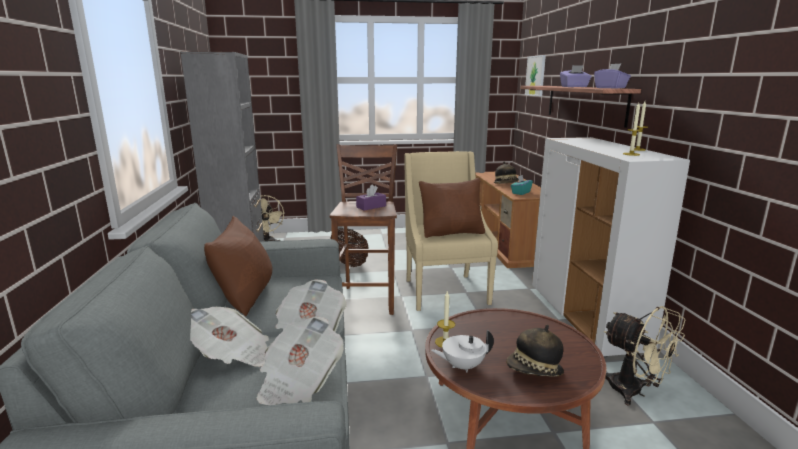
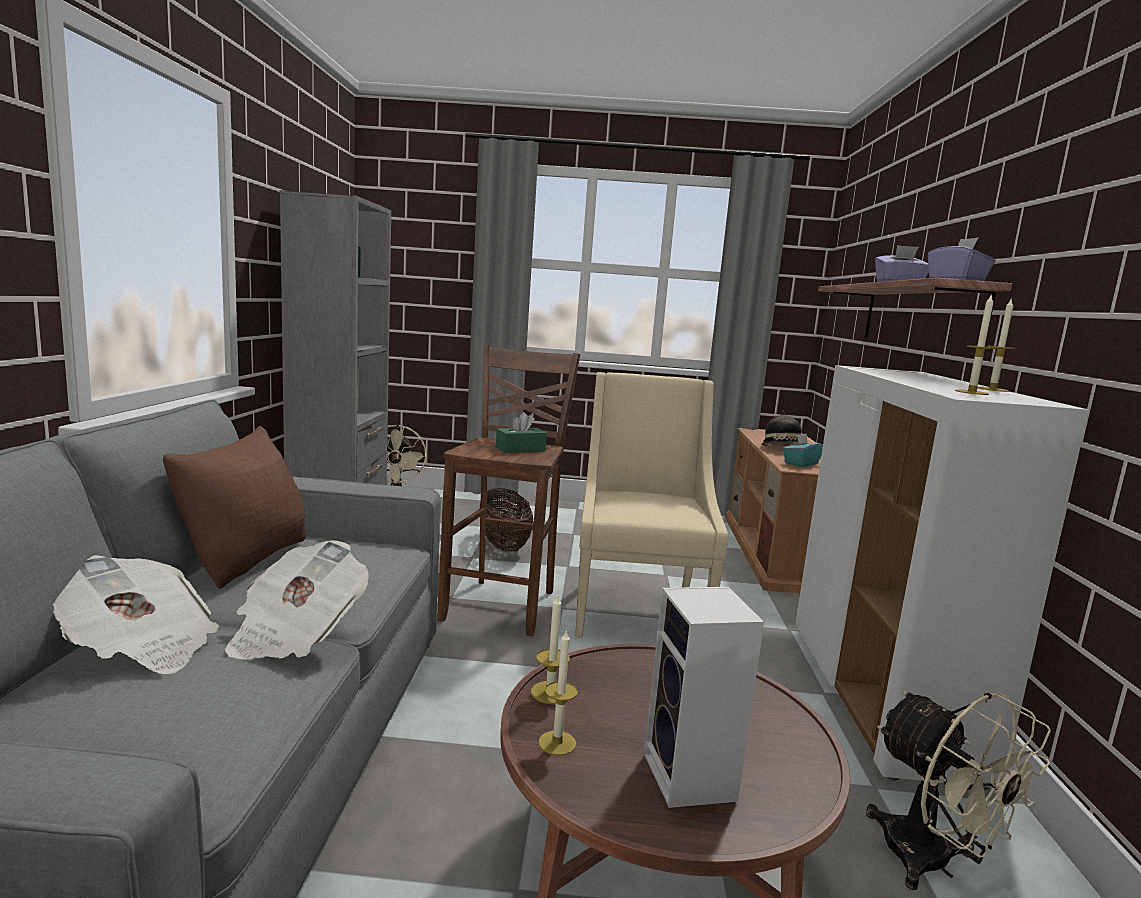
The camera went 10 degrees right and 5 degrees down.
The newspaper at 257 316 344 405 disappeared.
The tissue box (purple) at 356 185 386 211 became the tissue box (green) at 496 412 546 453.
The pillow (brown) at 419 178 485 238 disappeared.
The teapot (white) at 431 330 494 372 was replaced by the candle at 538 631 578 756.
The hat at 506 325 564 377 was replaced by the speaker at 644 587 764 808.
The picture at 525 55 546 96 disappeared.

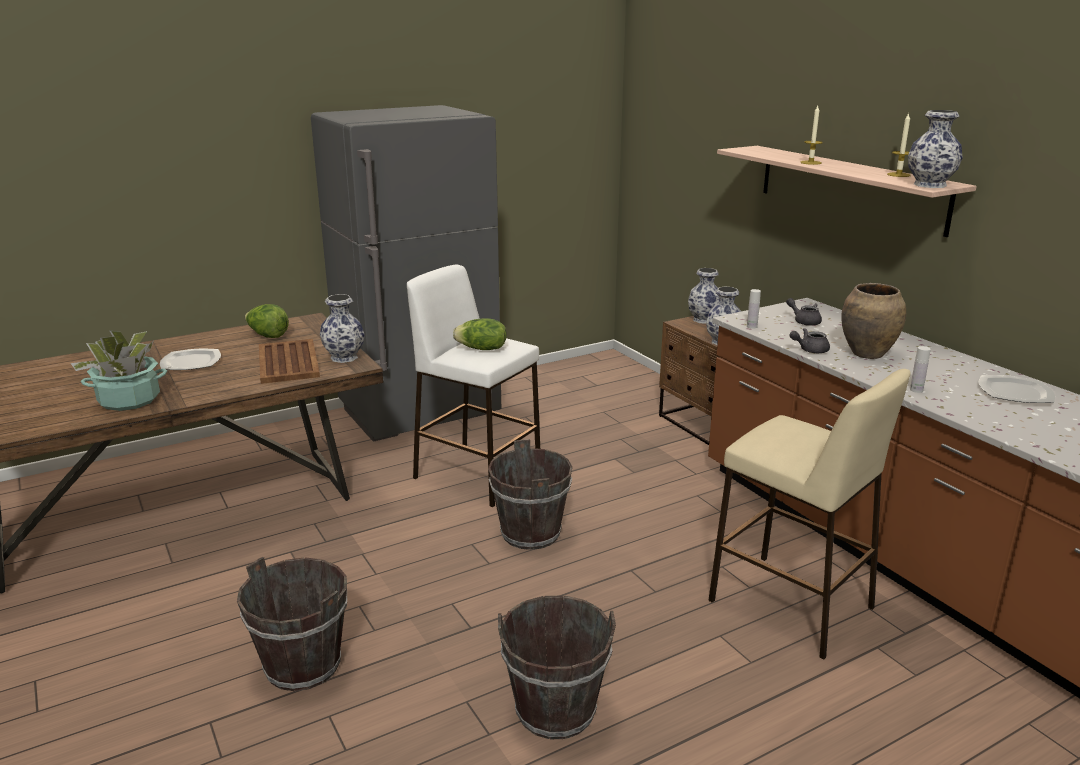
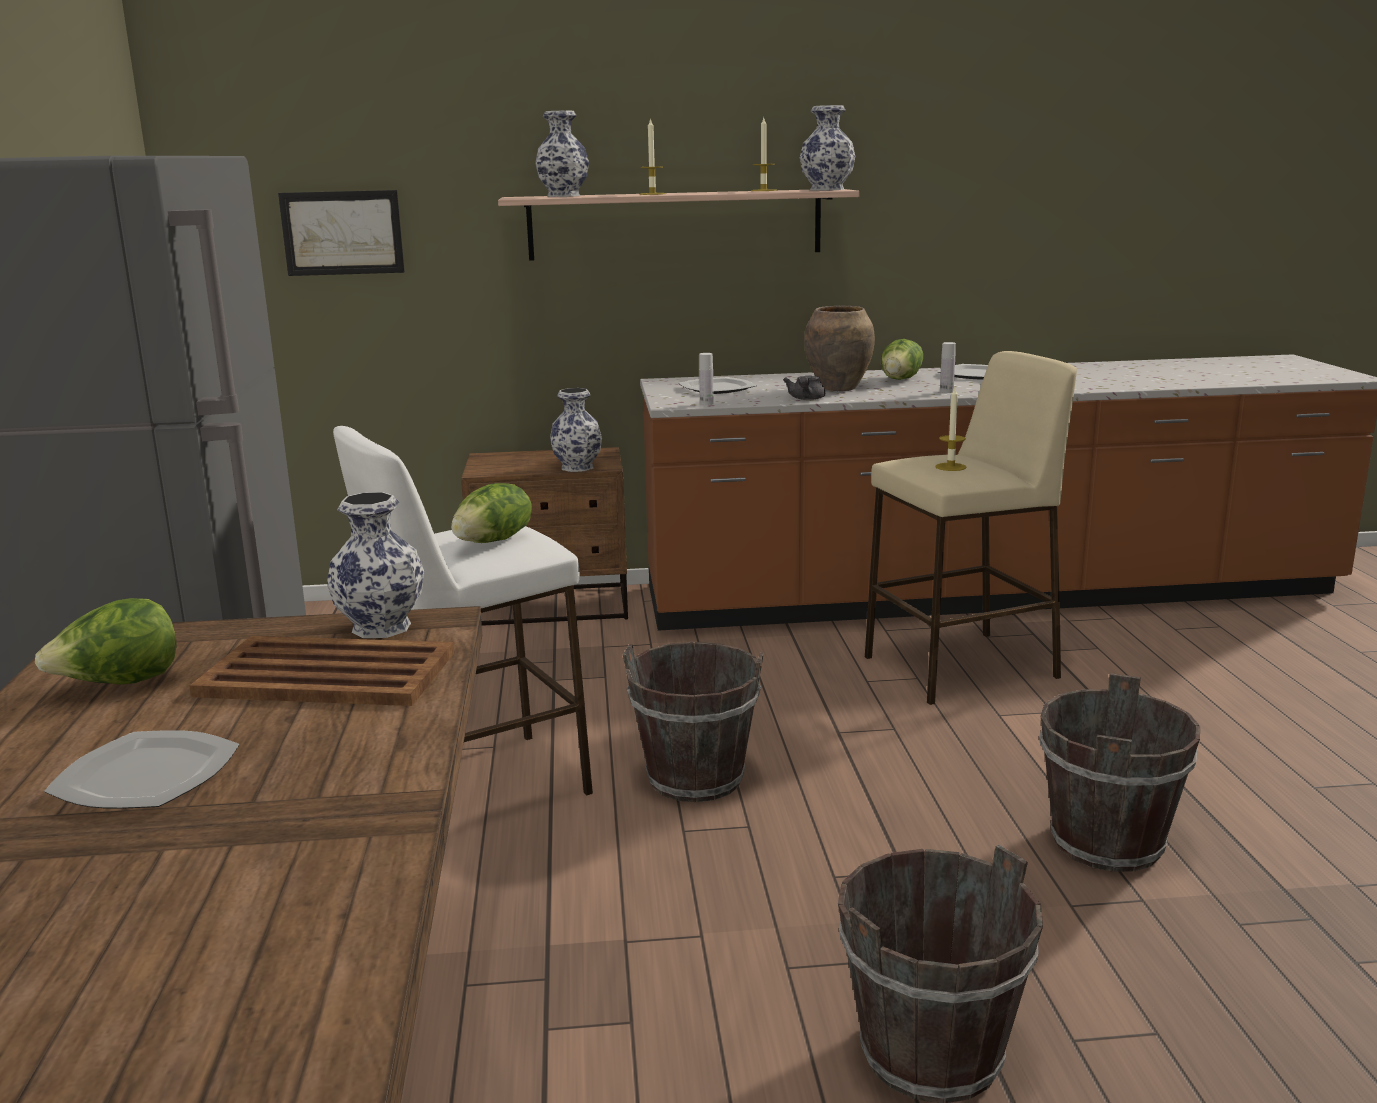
The camera went 65 degrees left and 5 degrees down.
The potted plant at 71 331 167 411 disappeared.
The vase moved from 688 268 719 324 to 535 111 589 197.
The teapot (grey) at 786 298 822 326 was replaced by the plate at 679 377 757 394.
The picture at 278 190 405 276 appeared.
The lettuce at 881 339 923 380 appeared.
The candle at 935 388 967 471 appeared.

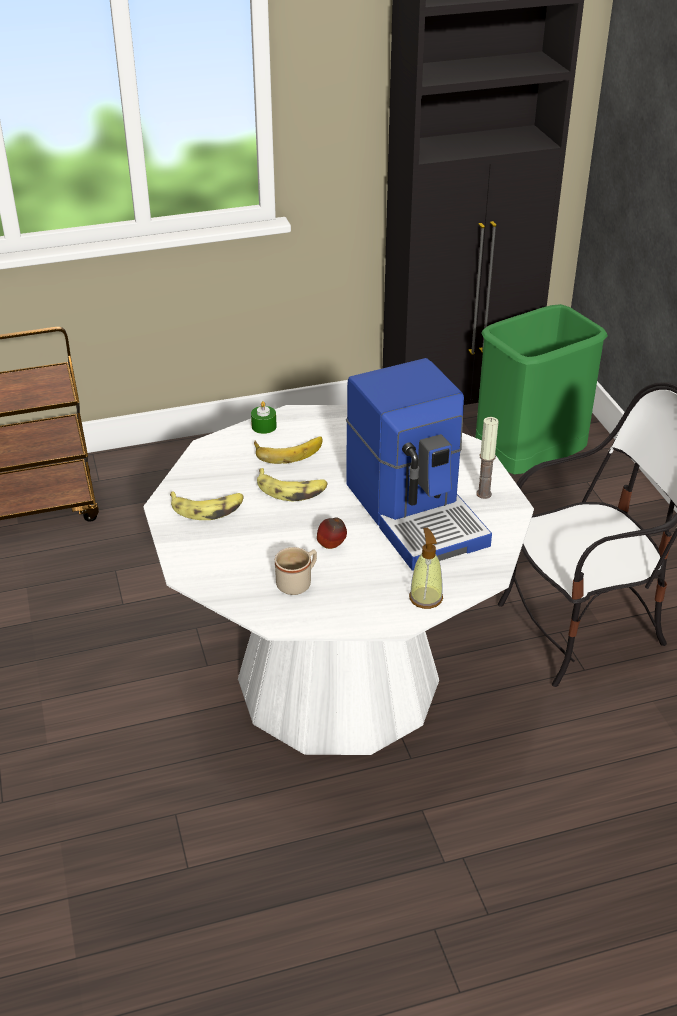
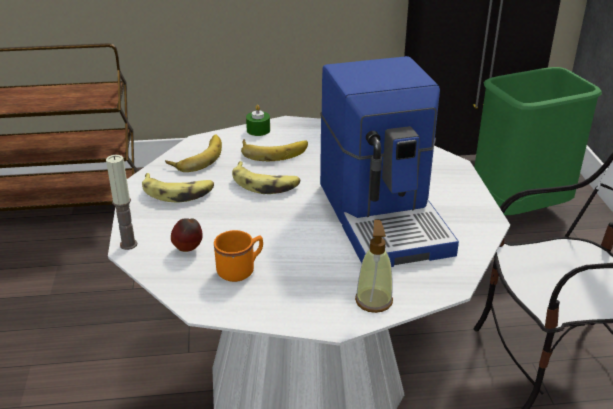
The camera went 10 degrees right and 5 degrees down.
The mug (beige) at 275 547 317 595 became the mug (orange) at 214 230 263 282.
The apple moved from 317 517 347 549 to 171 218 203 252.
The candle moved from 476 417 499 499 to 106 155 137 250.
The banana at 165 134 222 172 appeared.

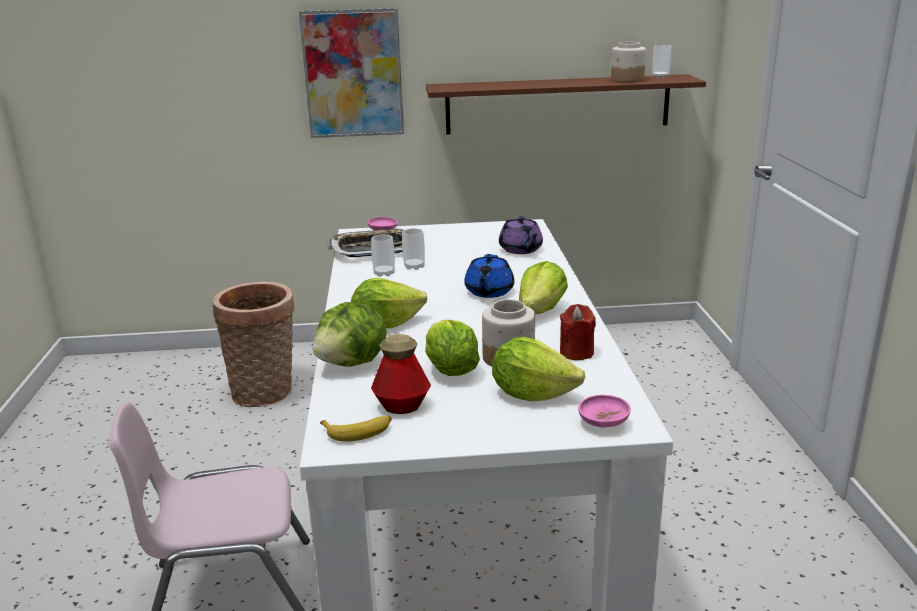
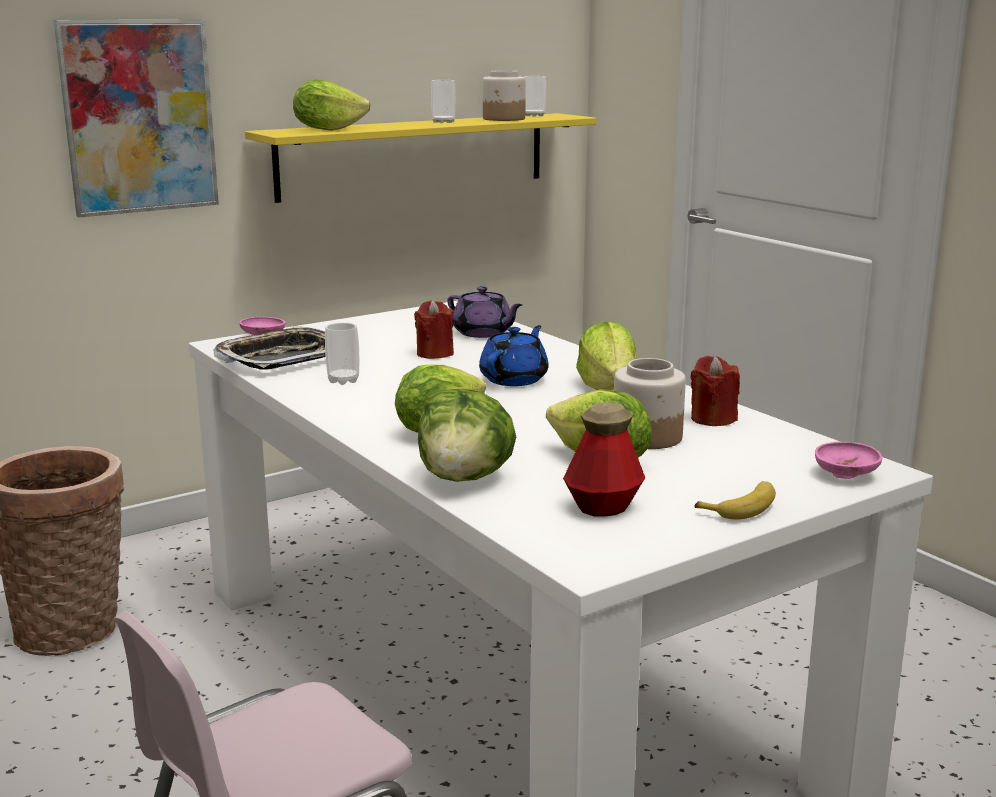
The camera went 30 degrees left and 5 degrees down.
The banana moved from 320 416 392 442 to 694 481 776 520.
The cup moved from 402 228 425 270 to 431 80 455 123.
The shelf (brown) at 426 74 706 135 became the shelf (yellow) at 245 113 597 203.
The teapot (blue) at 464 254 514 298 turned 135 degrees counterclockwise.
The lettuce moved from 492 337 585 401 to 293 80 371 131.
The candle (red) at 414 300 454 359 appeared.

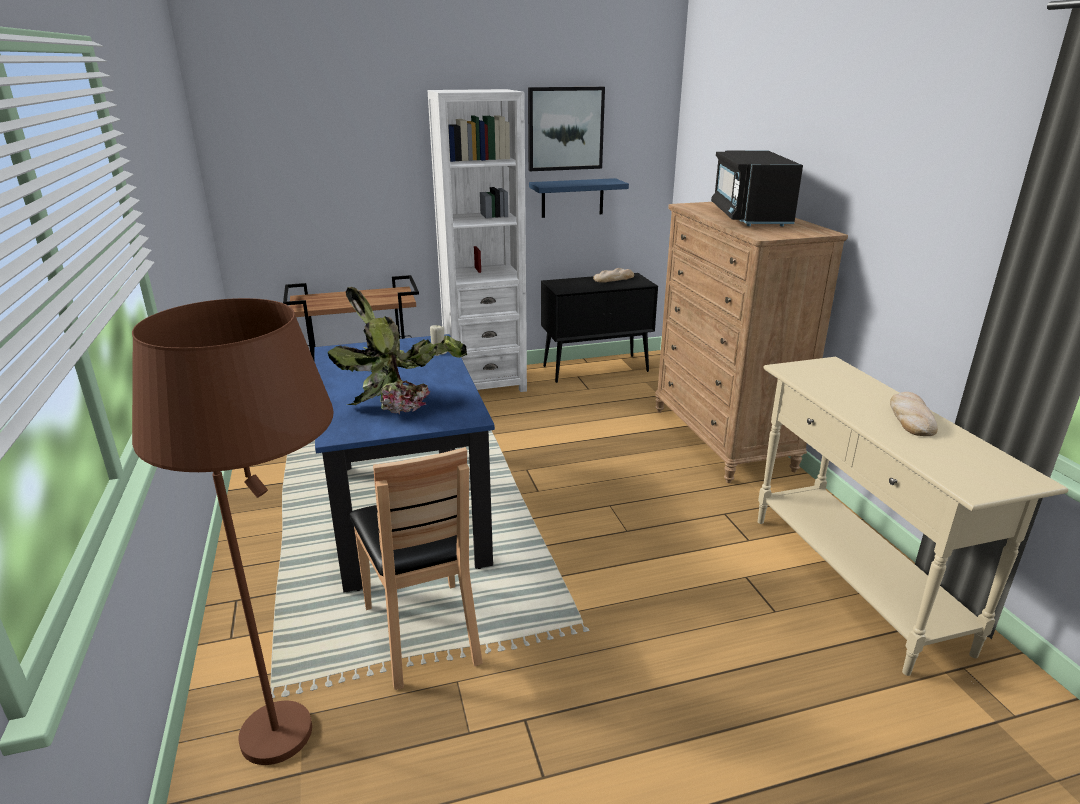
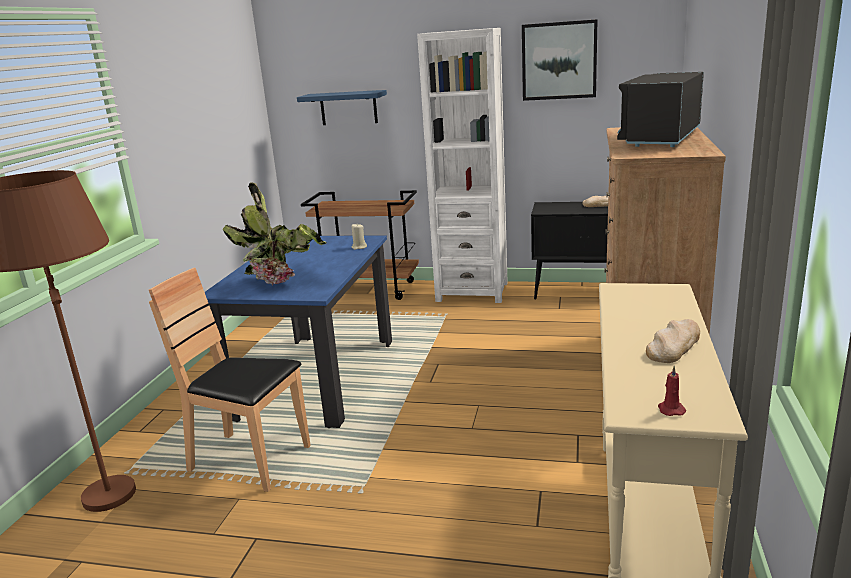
The camera went 30 degrees right and 5 degrees down.
The chair (brown) at 349 447 483 690 turned 105 degrees clockwise.
The shelf (blue) moved from 529 178 629 218 to 297 90 387 125.
The candle (red) at 658 366 686 416 appeared.

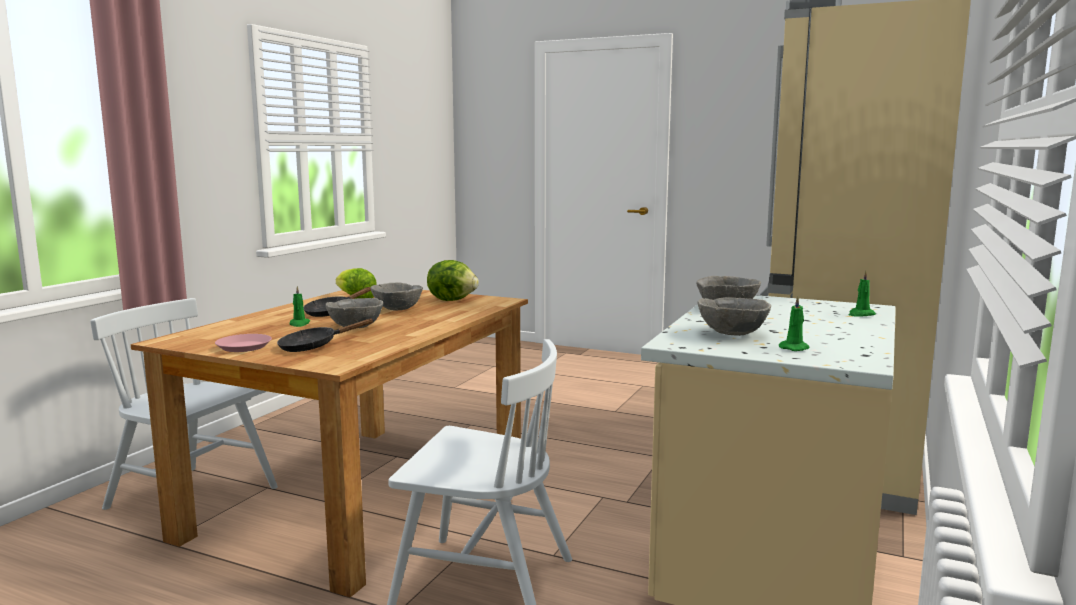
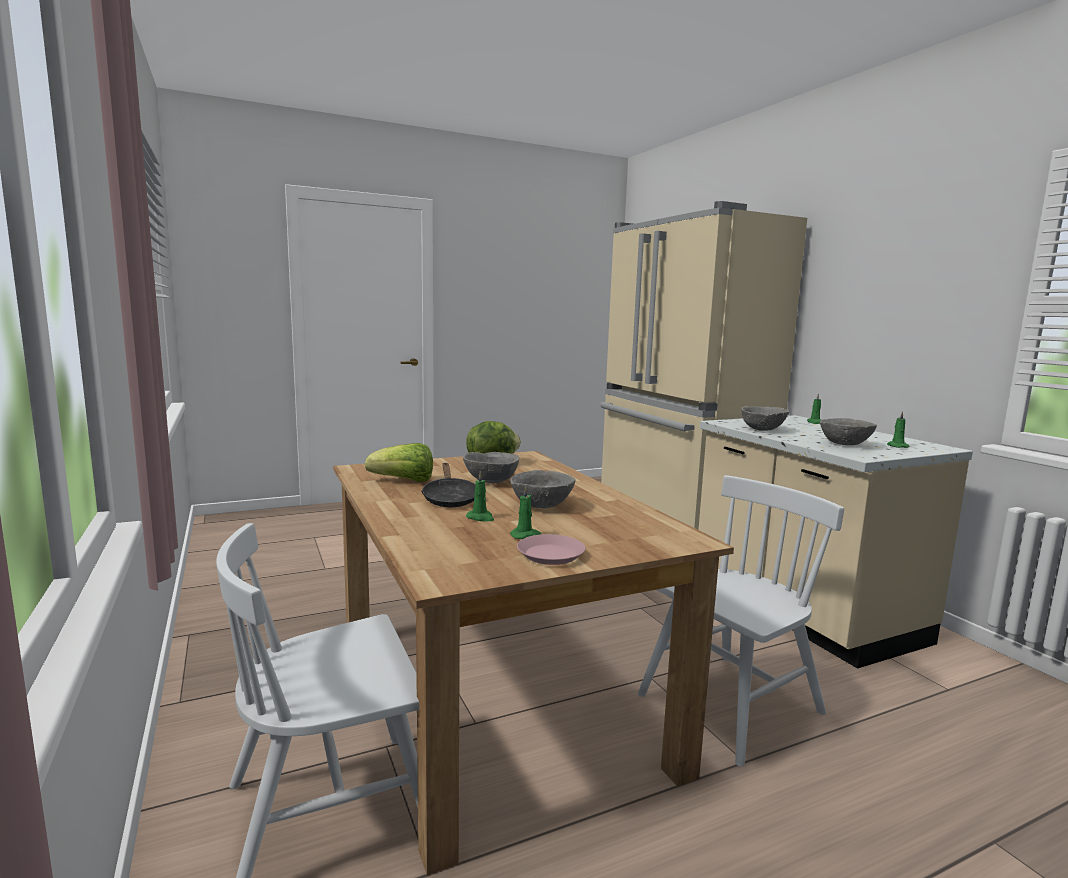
The camera went 50 degrees left and 0 degrees up.
The frying pan (black) at 277 318 373 352 disappeared.
The candle (green) at 510 486 542 539 appeared.

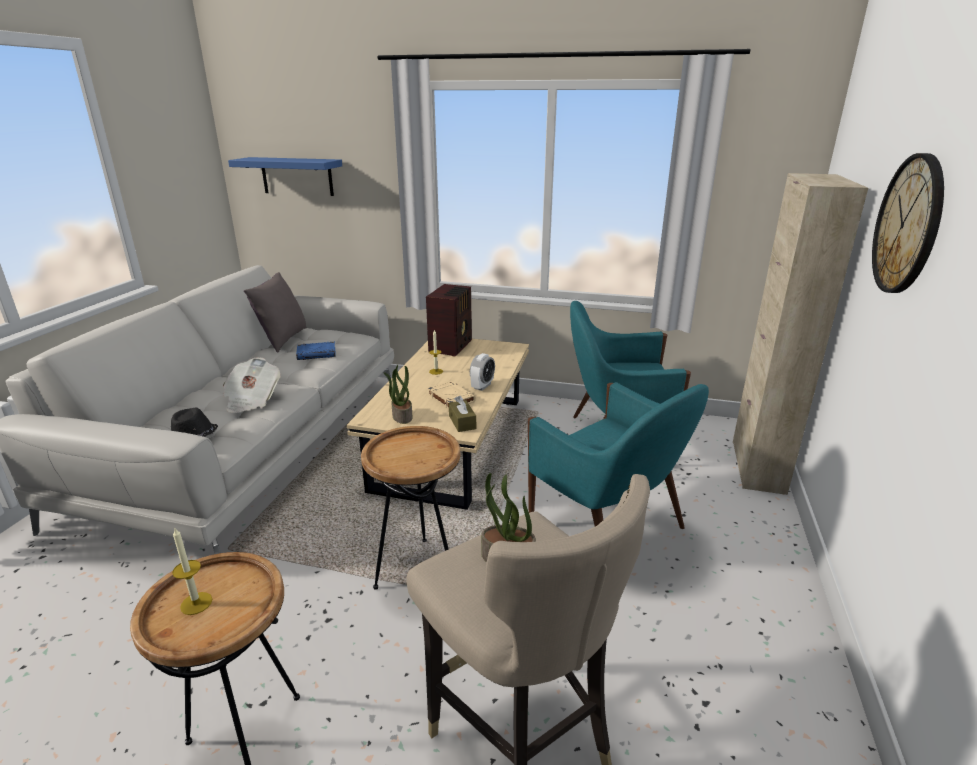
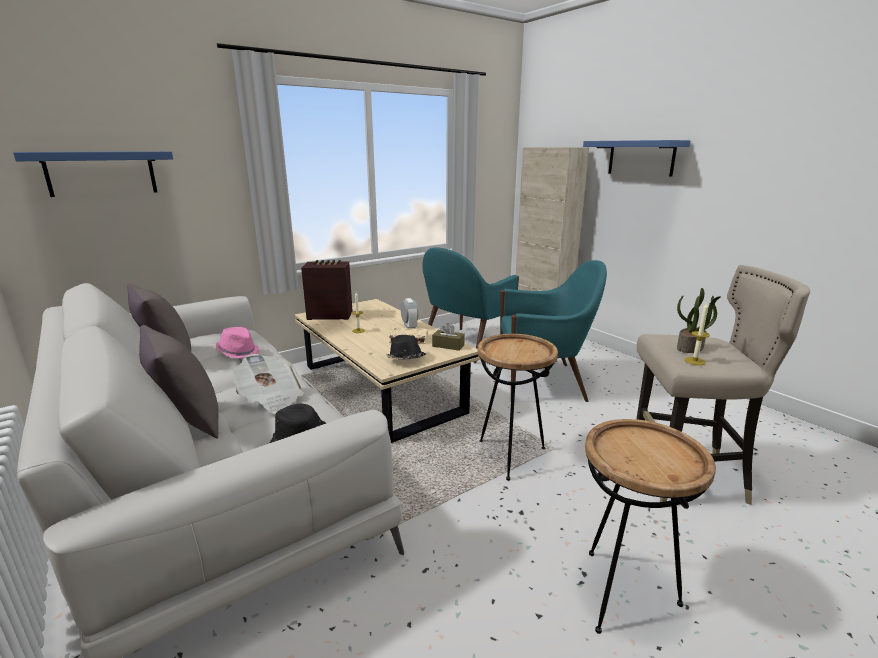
The camera went 50 degrees left and 5 degrees down.
The candle moved from 172 528 212 615 to 685 303 710 365.
The book (blue) at 296 342 335 360 was replaced by the hat (pink) at 216 327 259 359.
The potted plant at 384 365 413 424 was replaced by the hat (black) at 386 335 426 360.
The radio at 426 284 472 357 turned 60 degrees counterclockwise.
The wall clock at 872 153 944 293 was replaced by the shelf (blue) at 583 140 691 177.
The pillow (grey) at 139 325 218 439 appeared.

